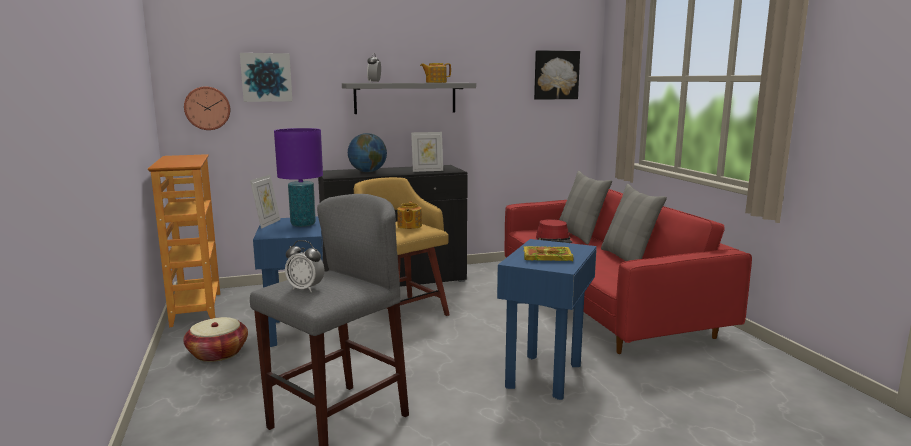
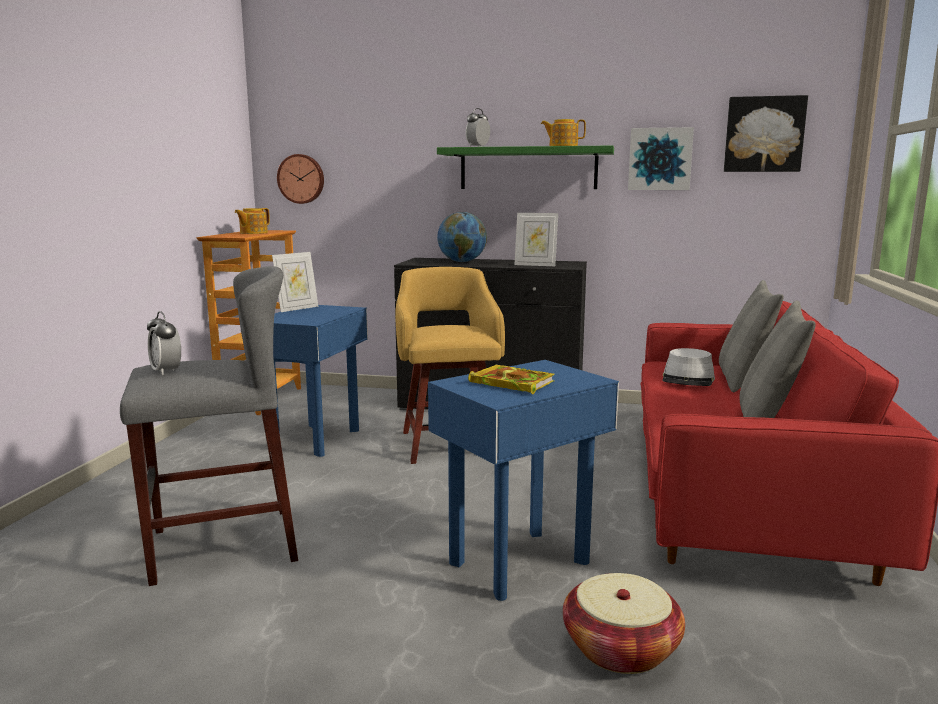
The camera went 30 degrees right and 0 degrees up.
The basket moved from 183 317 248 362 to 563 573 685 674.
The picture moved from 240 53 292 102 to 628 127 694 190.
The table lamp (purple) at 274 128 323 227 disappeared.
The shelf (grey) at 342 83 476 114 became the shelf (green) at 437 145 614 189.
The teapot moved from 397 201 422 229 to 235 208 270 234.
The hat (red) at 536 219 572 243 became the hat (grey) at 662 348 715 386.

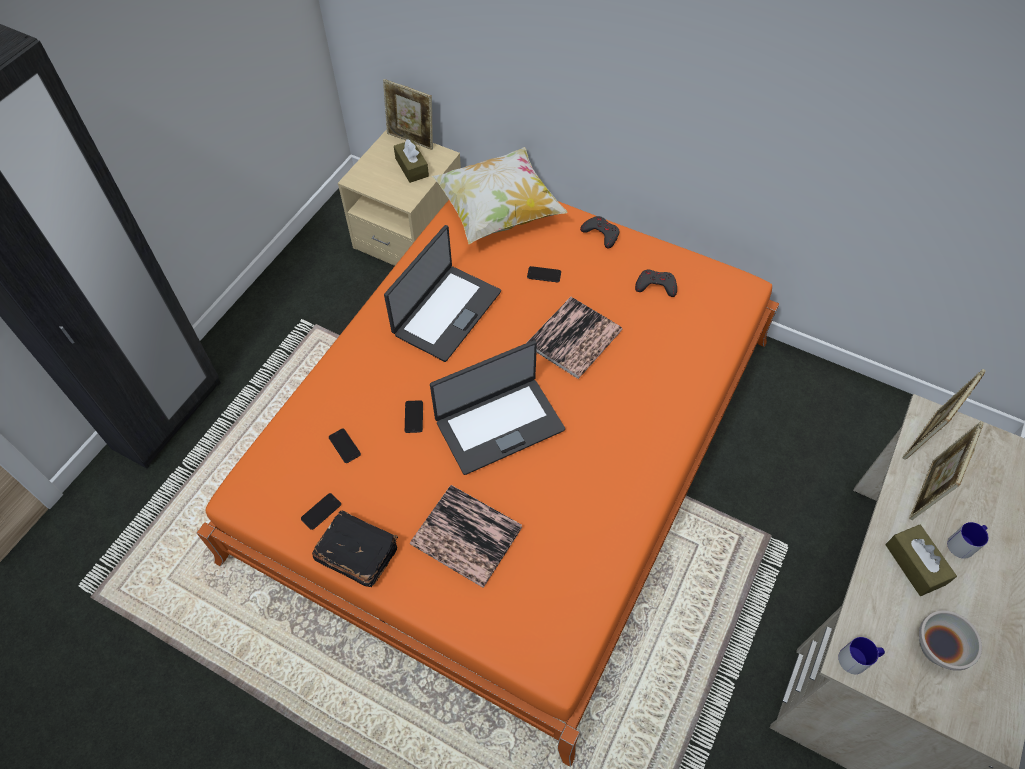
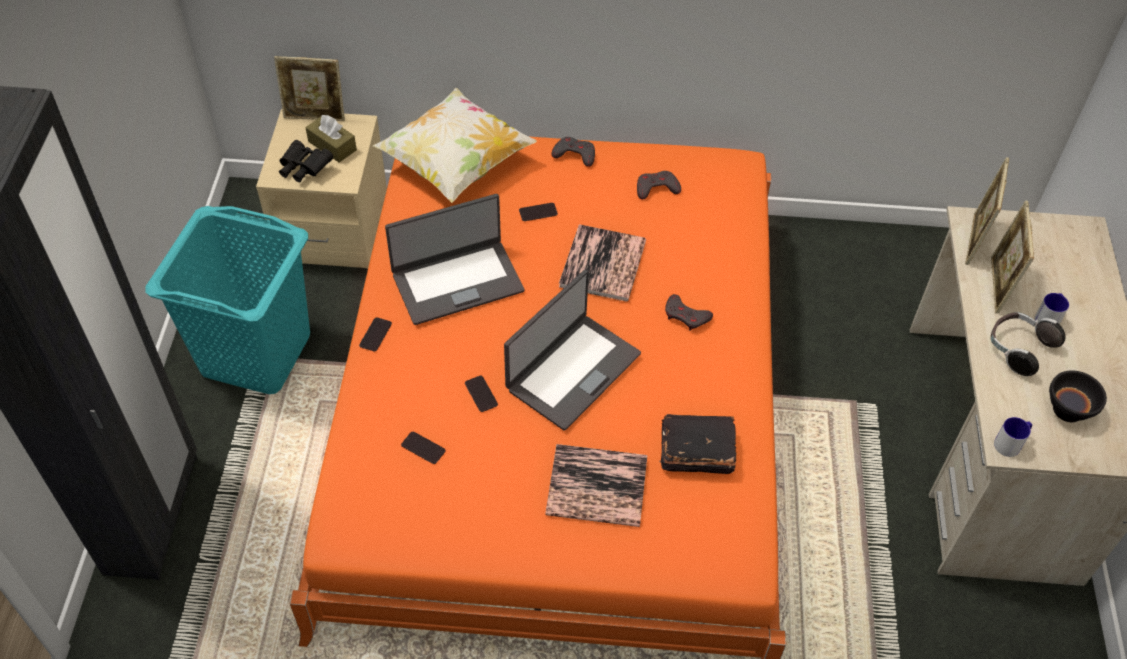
The camera went 25 degrees left and 5 degrees down.
The phone moved from 301 493 341 530 to 359 317 392 351.
The book (black) moved from 312 510 398 587 to 659 414 737 474.
The laptop at 384 225 501 362 turned 60 degrees clockwise.
The tissue box (brown) at 885 524 957 596 was replaced by the headphones at 990 312 1066 376.
The bowl (white) at 919 610 982 671 became the bowl (black) at 1049 370 1107 422.
The laundry basket (turquoise) at 145 206 310 394 appeared.
The binoculars (black) at 279 140 333 182 appeared.
The game controller (grey) at 665 294 713 331 appeared.

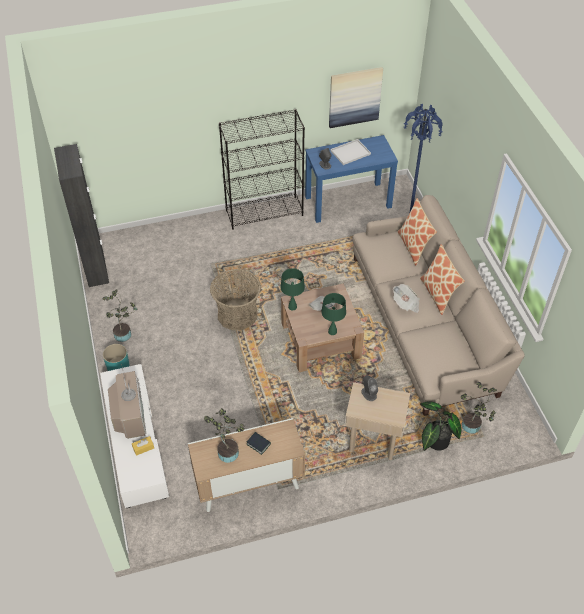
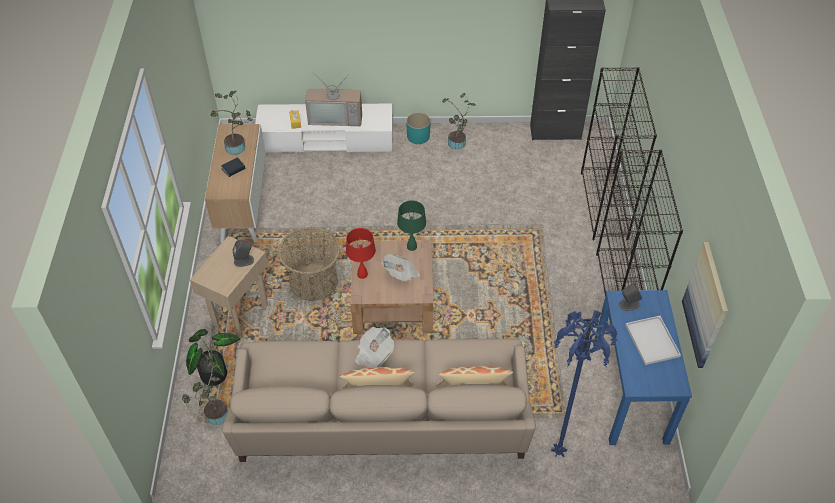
The camera went 105 degrees right and 0 degrees up.
The basket moved from 210 269 261 330 to 278 227 340 301.
The table lamp (green) at 321 293 346 335 became the table lamp (red) at 346 228 376 279.
The bookcase (black) at 581 67 657 240 appeared.

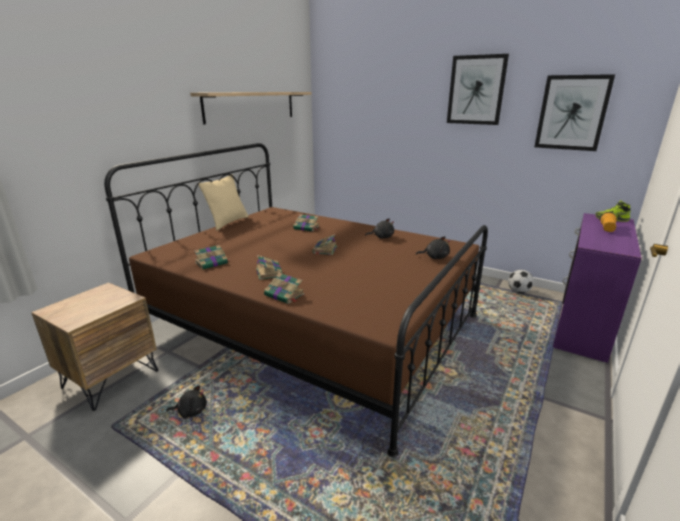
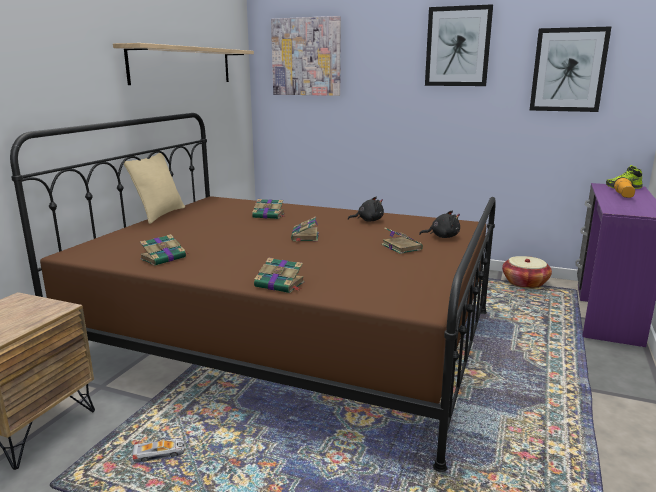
The camera went 10 degrees left and 5 degrees down.
The plush toy (black) at 166 385 207 419 was replaced by the toy car at 132 439 185 462.
The book moved from 256 255 283 280 to 382 227 423 254.
The football at 508 270 534 293 was replaced by the basket at 502 256 552 288.
The picture at 271 16 341 96 appeared.

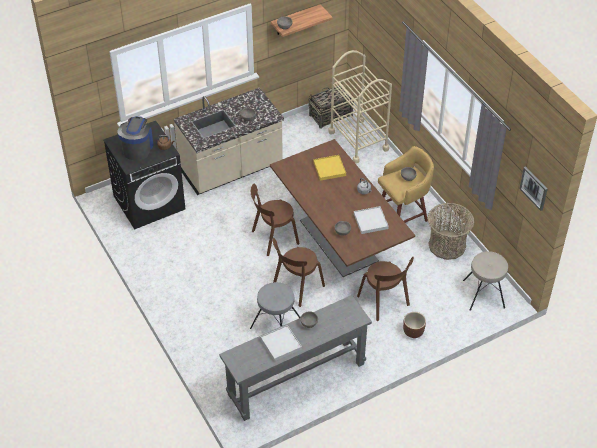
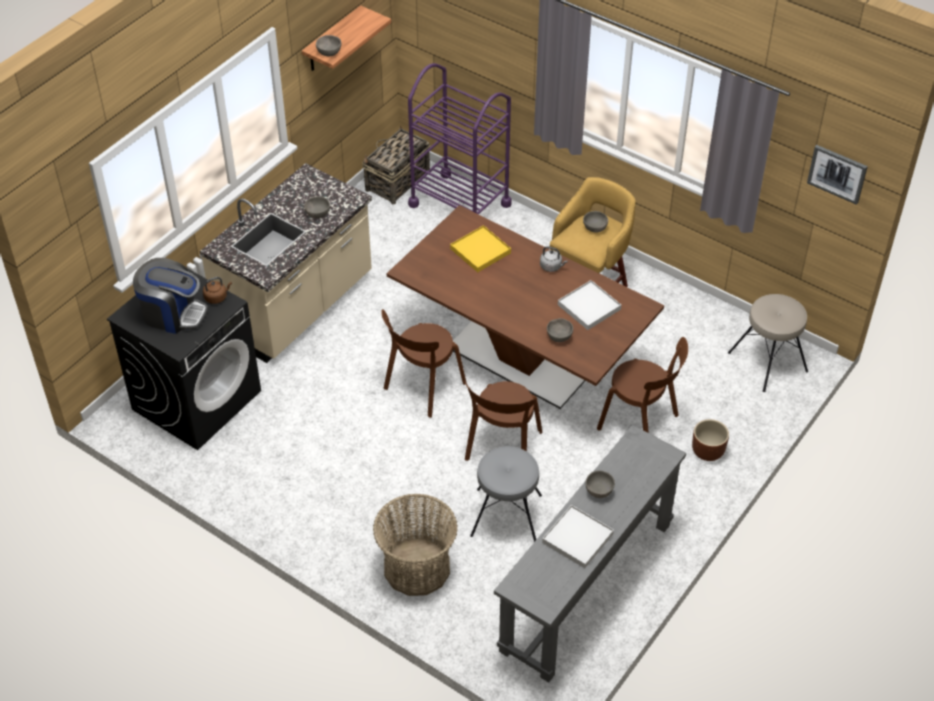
The camera went 25 degrees left and 0 degrees up.
The coffee machine at 118 116 153 160 turned 120 degrees clockwise.
The cart (beige) at 328 50 392 164 became the cart (purple) at 408 63 512 214.
The basket moved from 428 203 474 260 to 373 494 458 596.

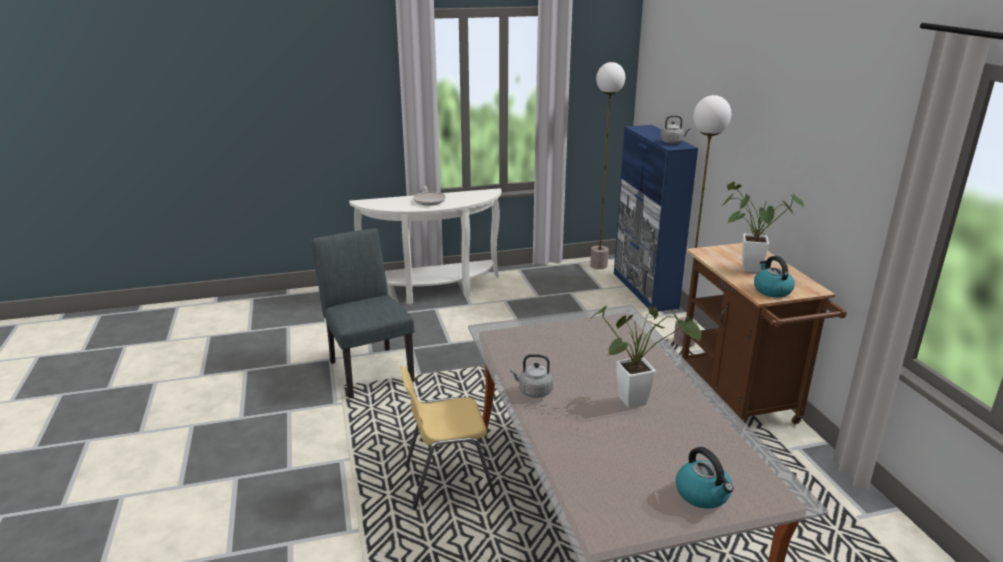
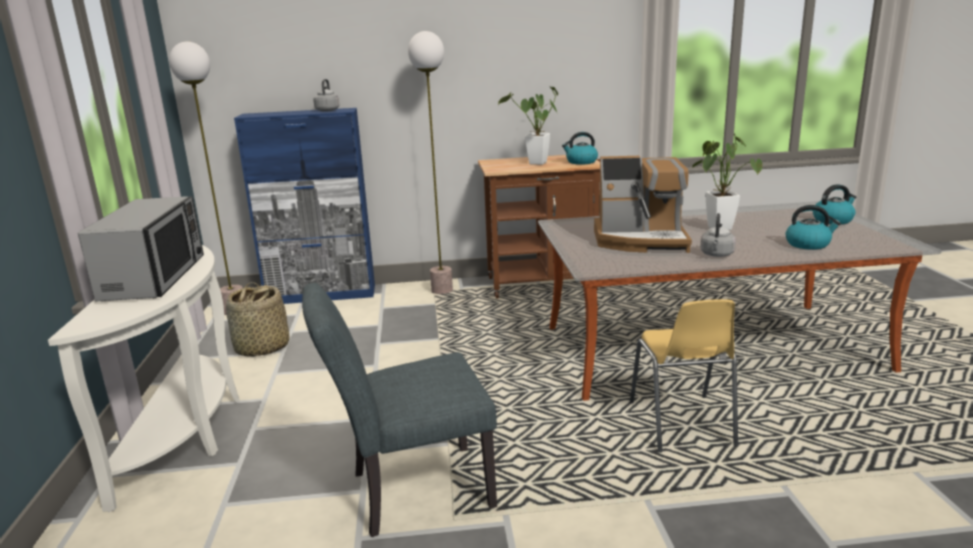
The camera went 80 degrees left and 5 degrees down.
The frying pan at 413 186 446 205 was replaced by the microwave at 78 196 204 302.
The basket at 226 282 289 357 appeared.
The coffee machine at 594 156 692 253 appeared.
The kettle at 786 205 841 250 appeared.

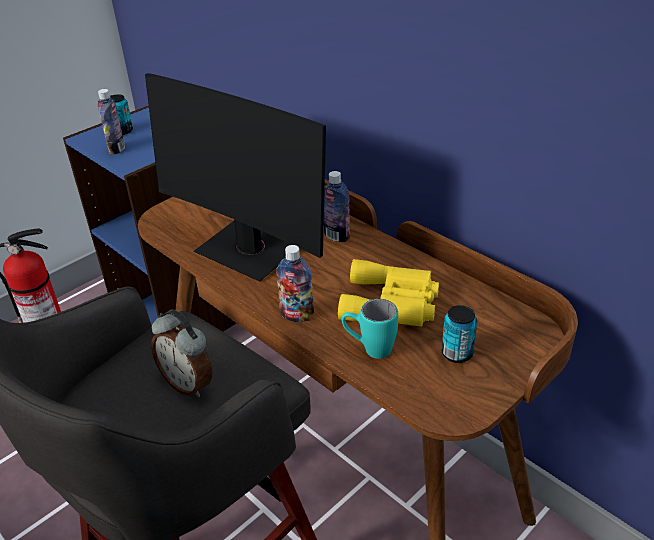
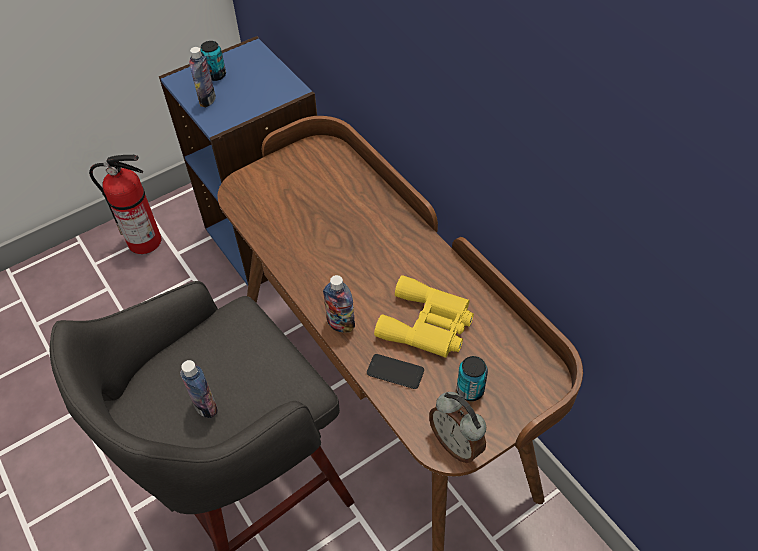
The camera went 10 degrees right and 15 degrees up.
The monitor at 145 73 326 282 disappeared.
The alarm clock moved from 151 310 213 398 to 429 392 486 463.
The bottle moved from 324 171 350 242 to 180 360 218 418.
The mug (turquoise) at 342 299 398 359 was replaced by the phone at 367 354 424 389.

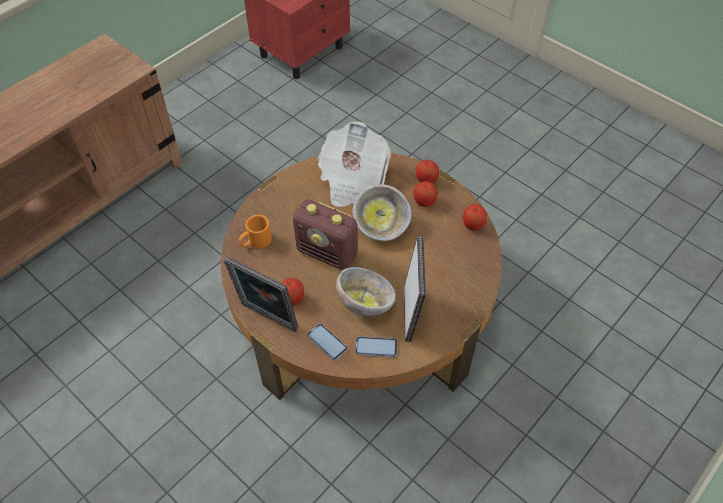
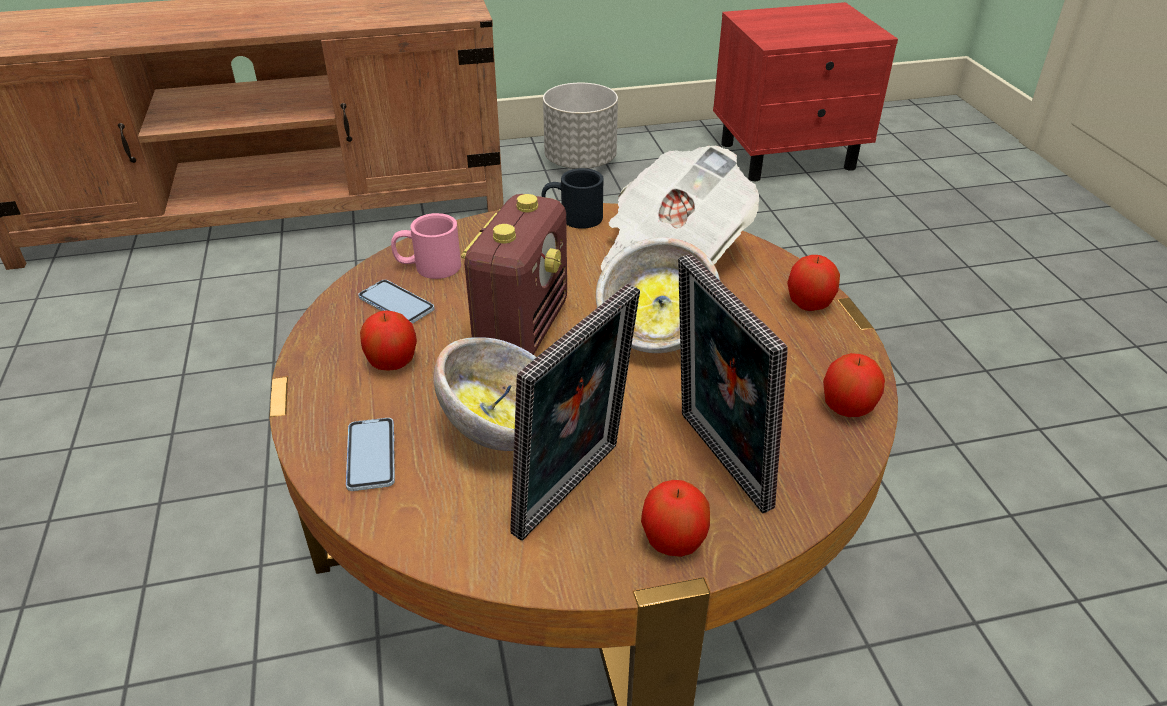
The camera went 35 degrees right and 15 degrees down.
The picture frame moved from 224 257 298 332 to 678 254 788 513.
The mug (orange) at 239 215 272 248 became the mug (pink) at 391 213 461 279.
The radio at 293 200 358 270 turned 135 degrees counterclockwise.
The phone moved from 355 336 398 357 to 358 280 434 324.
The apple moved from 413 181 437 207 to 641 480 710 557.
The mug (black) at 541 168 604 229 appeared.
The planter (grey) at 543 83 618 169 appeared.

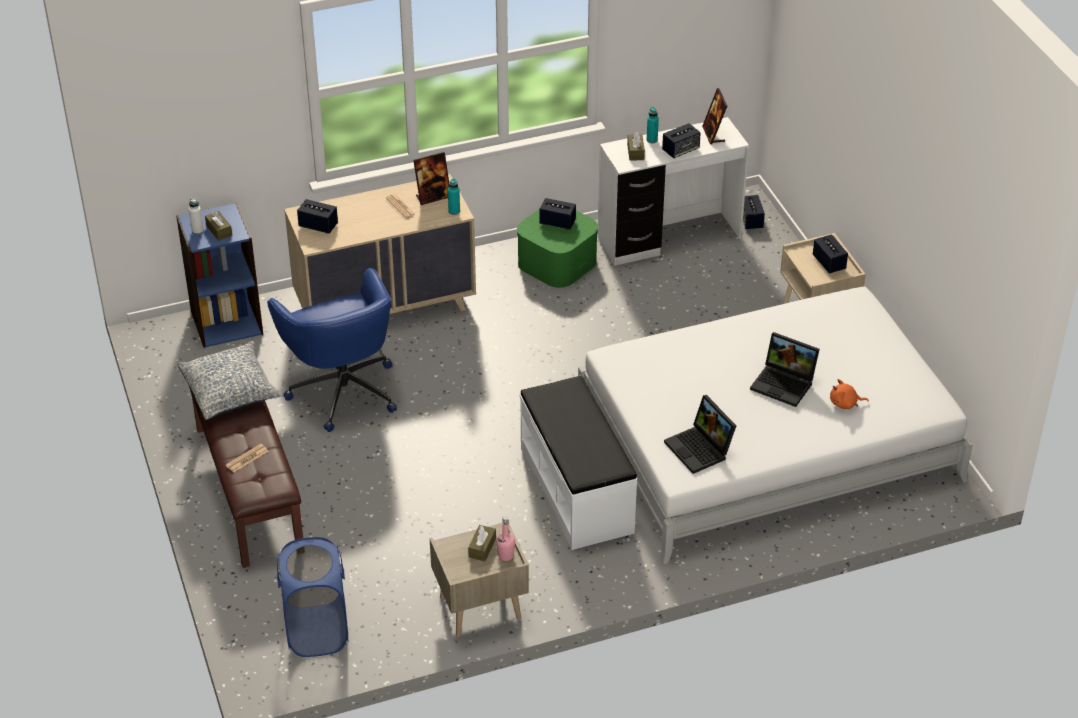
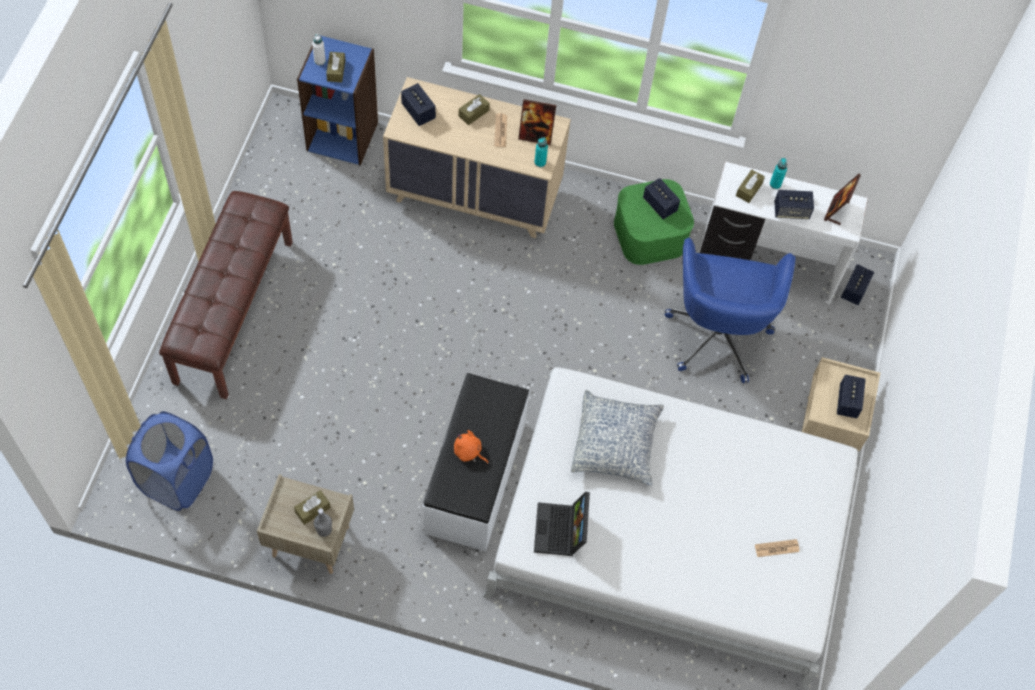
The camera went 30 degrees right and 20 degrees up.
The pillow moved from 178 341 283 420 to 571 390 664 486.
The newspaper moved from 226 444 269 472 to 755 539 799 557.
The office chair (blue) moved from 267 268 397 432 to 665 238 795 383.
The bottle (pink) at 496 516 515 561 became the bottle (grey) at 314 508 332 537.
The laptop at 750 332 820 407 disappeared.
The plush toy (orange) moved from 830 379 869 409 to 454 430 488 463.
The tissue box (brown) at 459 94 490 125 appeared.

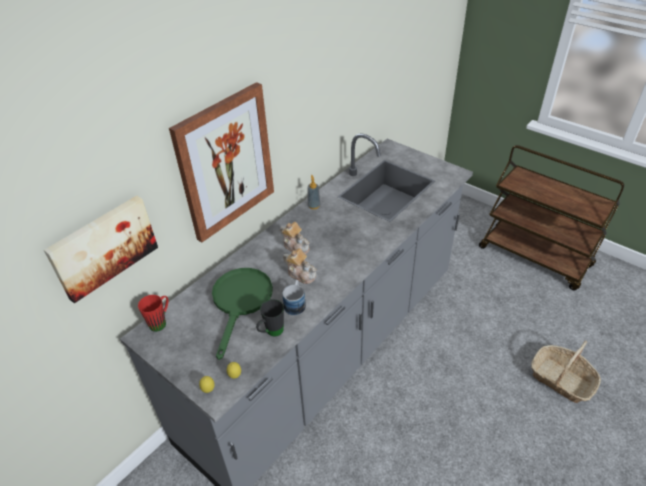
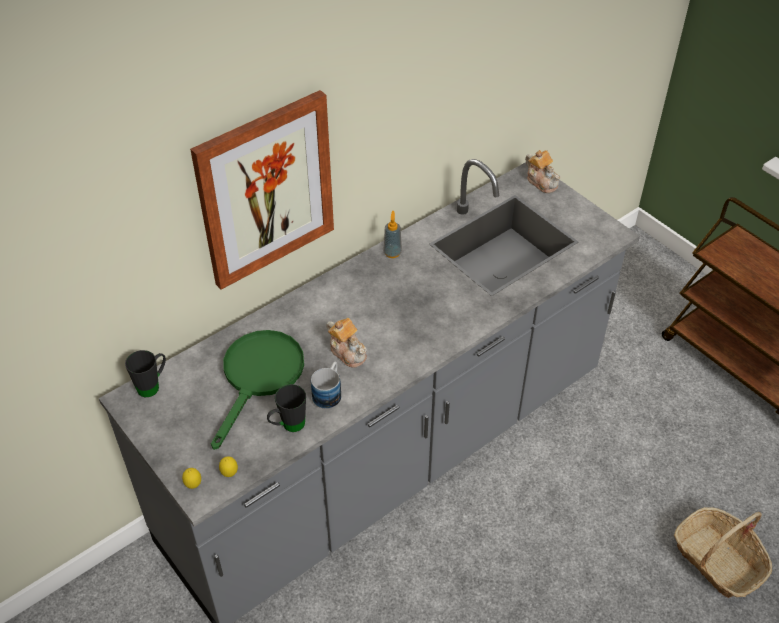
The camera went 10 degrees right and 5 degrees up.
The picture at 44 196 158 303 disappeared.
The mug (red) at 138 295 168 332 became the mug (black) at 125 350 166 397.
The teapot moved from 280 222 310 254 to 525 150 561 193.

